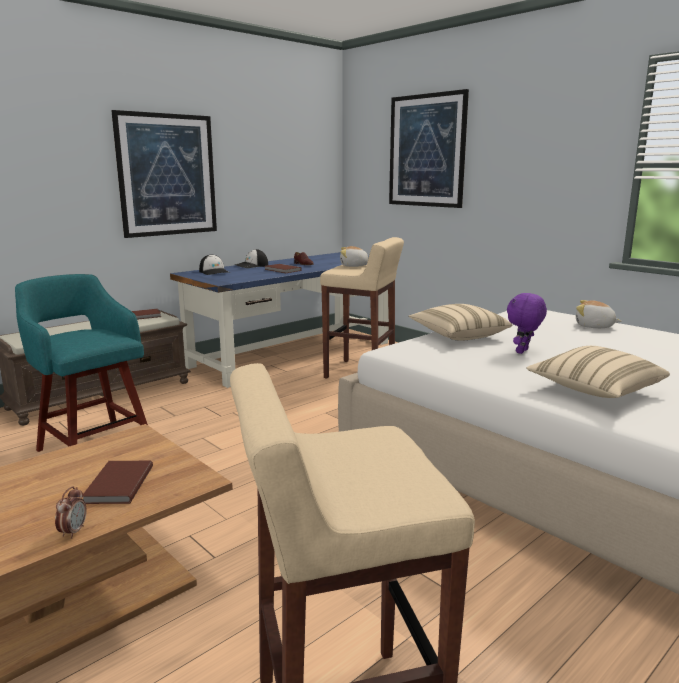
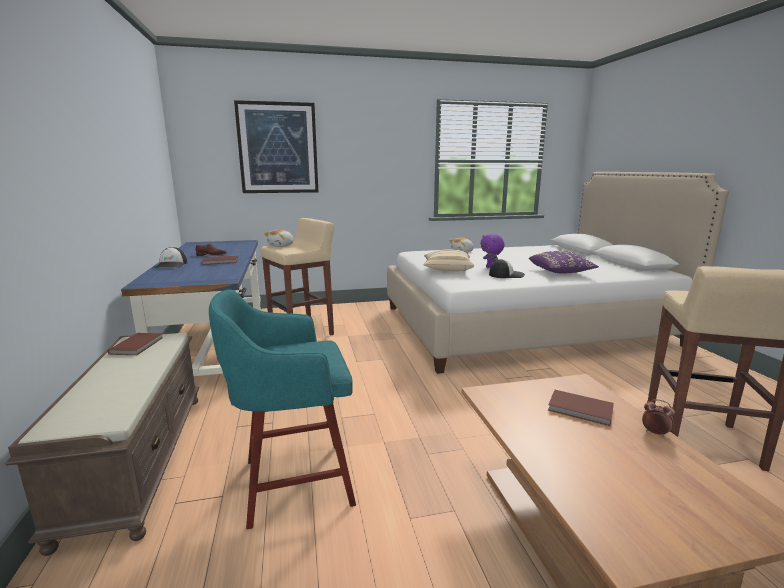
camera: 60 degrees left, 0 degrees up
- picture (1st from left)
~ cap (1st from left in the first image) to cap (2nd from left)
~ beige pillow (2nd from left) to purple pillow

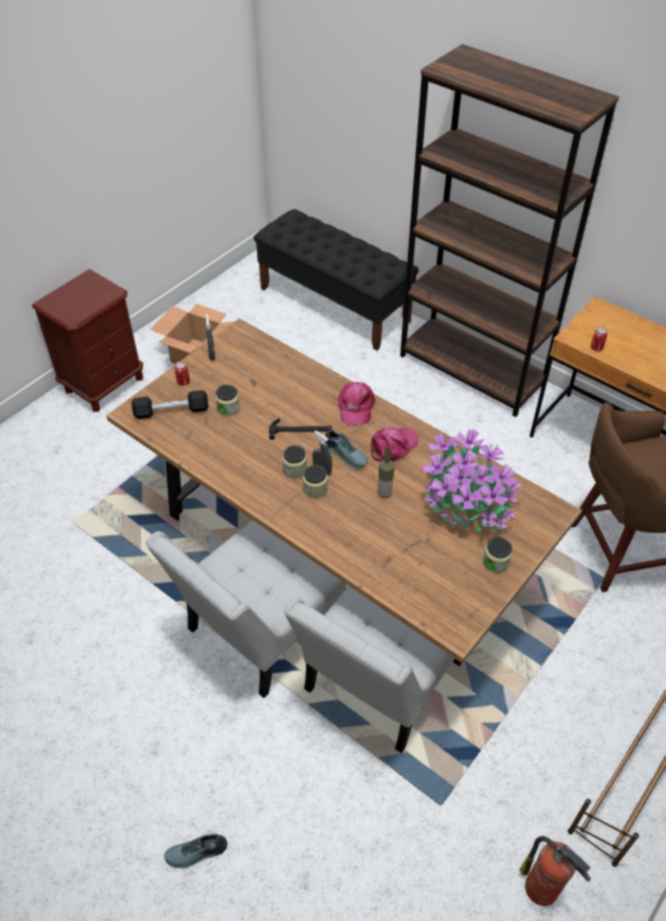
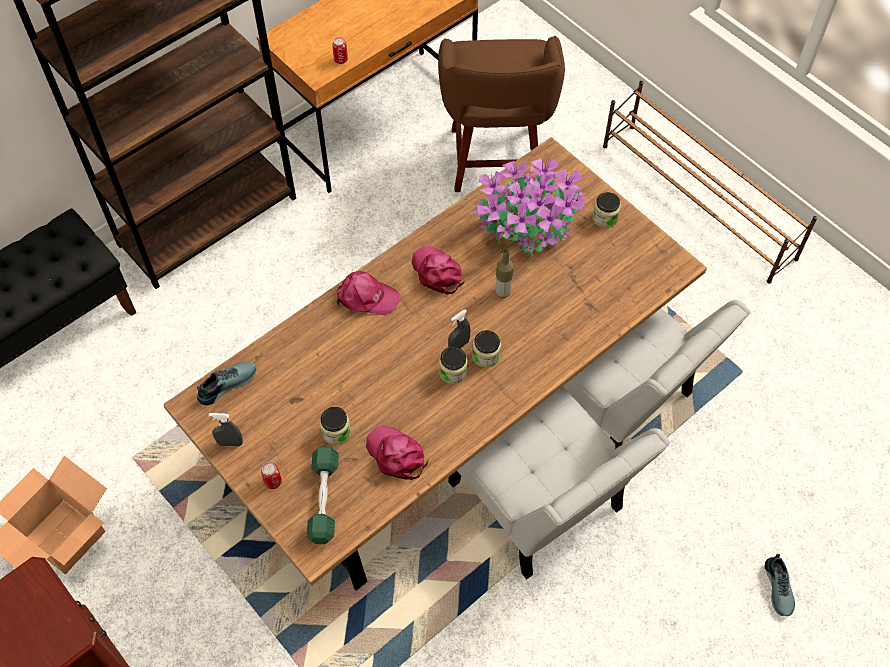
camera: 80 degrees left, 10 degrees up
~ black dumbbell to green dumbbell
- hammer
~ shoe (2nd from left in the first image) to shoe (1st from left)
- fire extinguisher
+ pink cap (2nd from left)

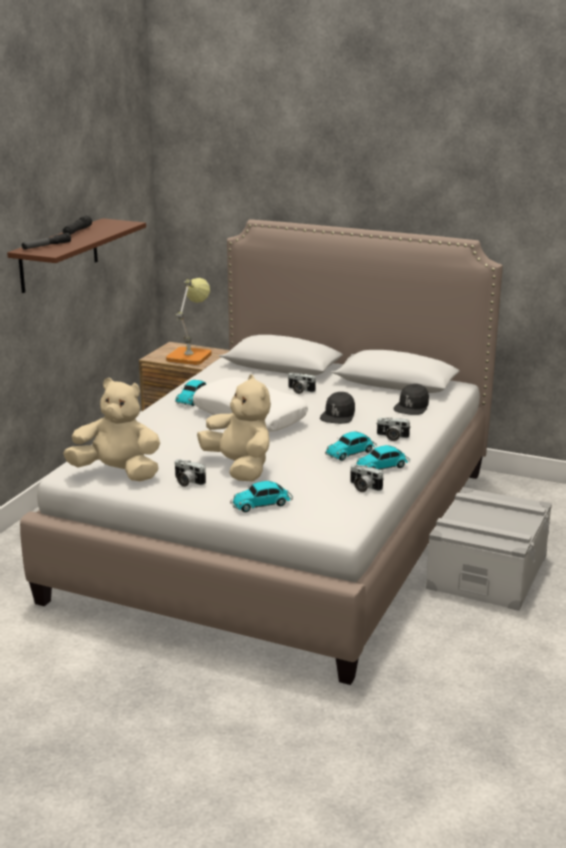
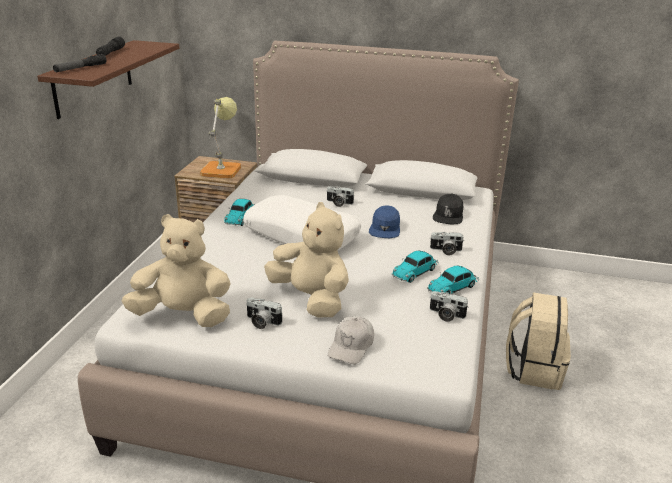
camera: 10 degrees left, 5 degrees up
~ toy car (2nd from left) to white cap
~ black cap (1st from left) to blue cap
~ grey storage box to beige backpack

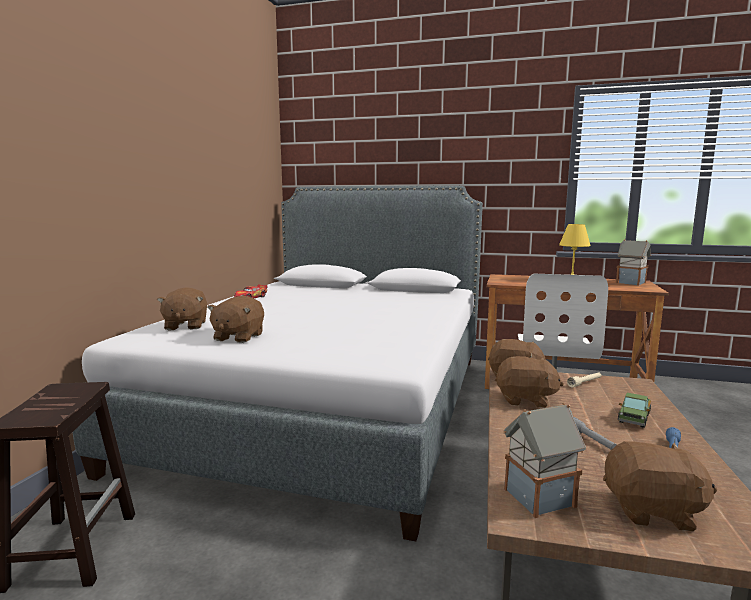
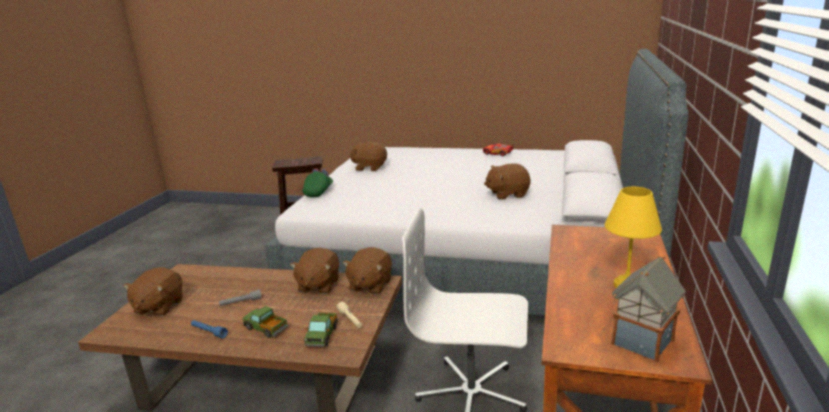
camera: 90 degrees right, 10 degrees up
~ brown plush toy (1st from left in the first image) to brown plush toy (5th from left)
- toy house (1st from left)
+ green cap
+ toy truck (2nd from left)

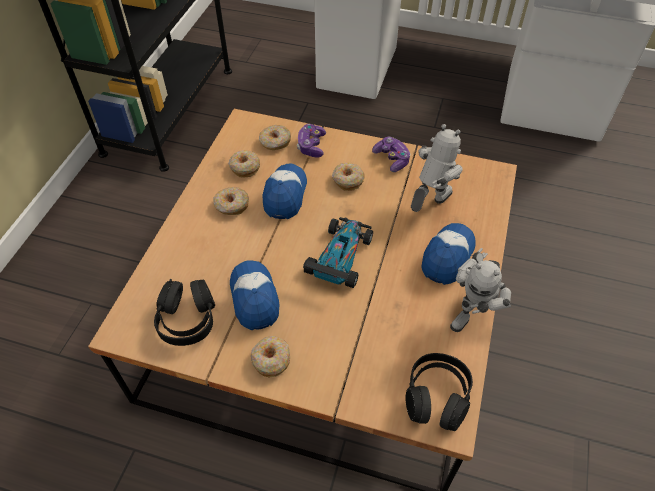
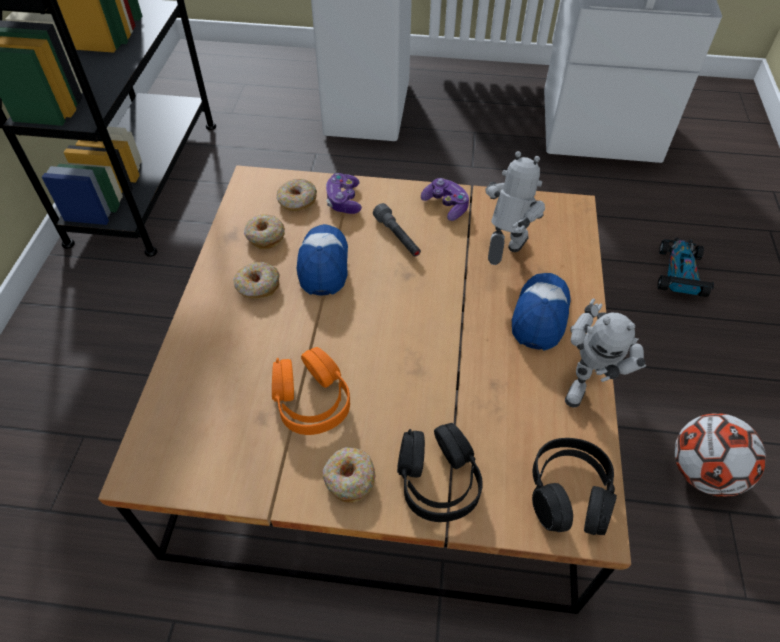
camera: 10 degrees left, 0 degrees up
~ black headphones (1st from left)
~ cap (1st from left) to orange headphones
~ toy car
~ donut (5th from left) to grey flashlight
+ football

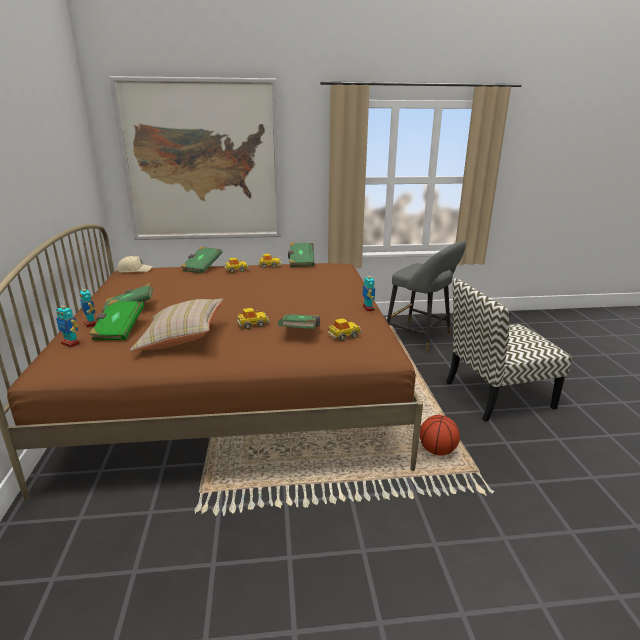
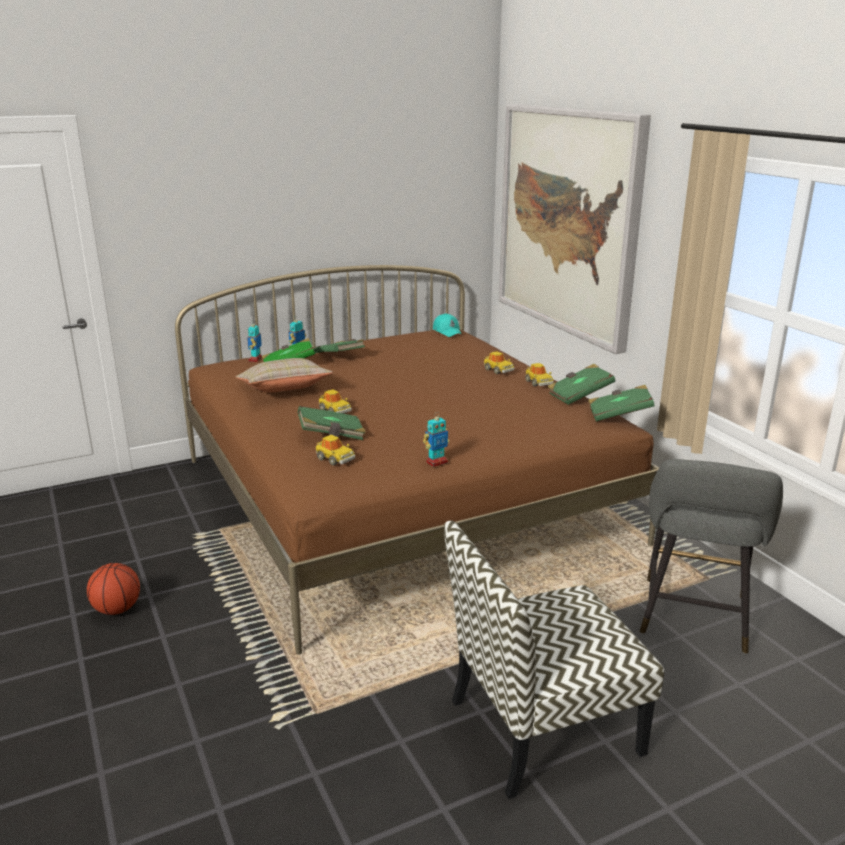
camera: 70 degrees right, 0 degrees up
~ beige cap to turquoise cap
~ green book (3rd from left in the first image) to green book (5th from left)
~ basketball
~ chair 75 degrees counterclockwise

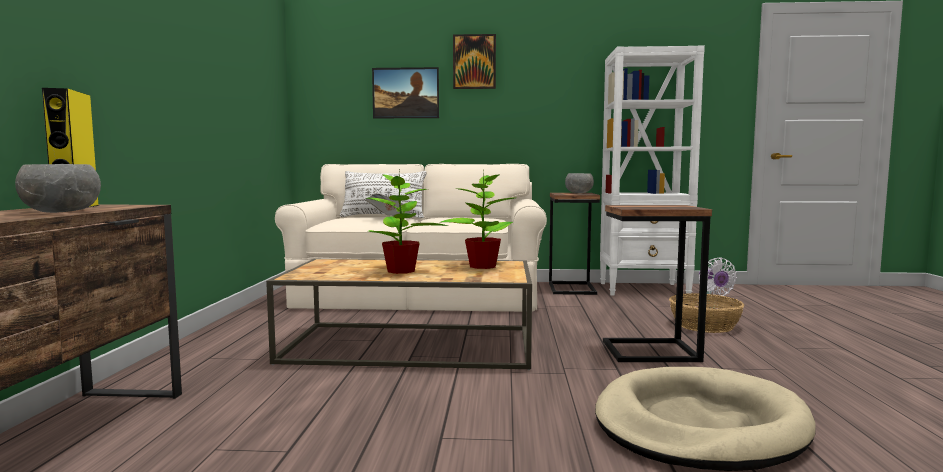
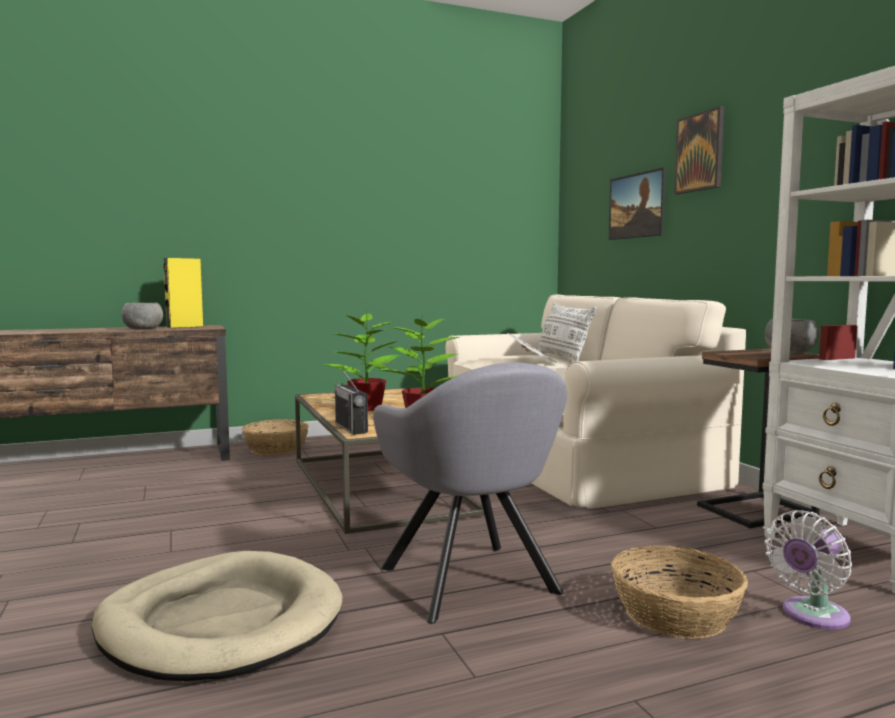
camera: 65 degrees right, 0 degrees up
~ side table (2nd from left) to grey armchair
+ basket (1st from left)
+ radio

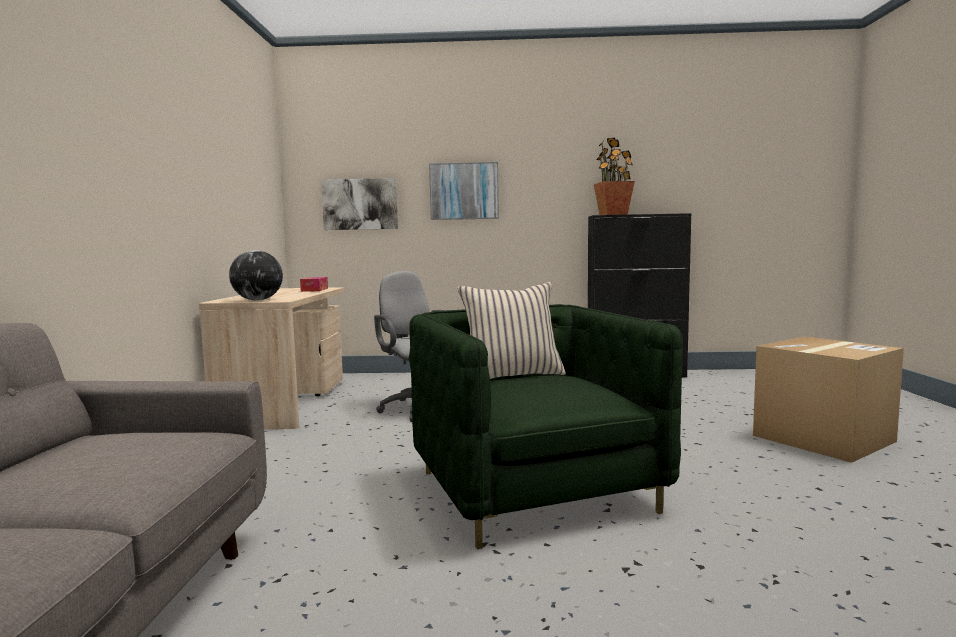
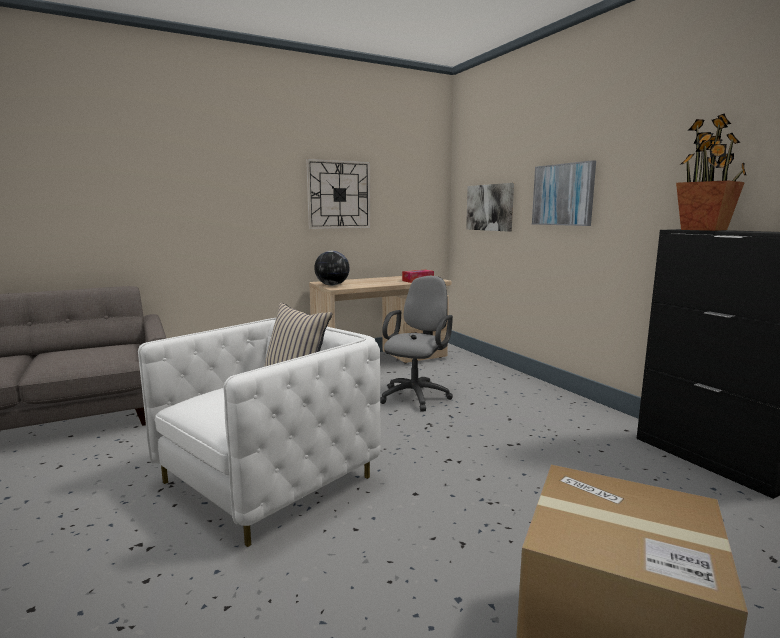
camera: 60 degrees right, 5 degrees up
~ green armchair to white armchair
+ wall clock

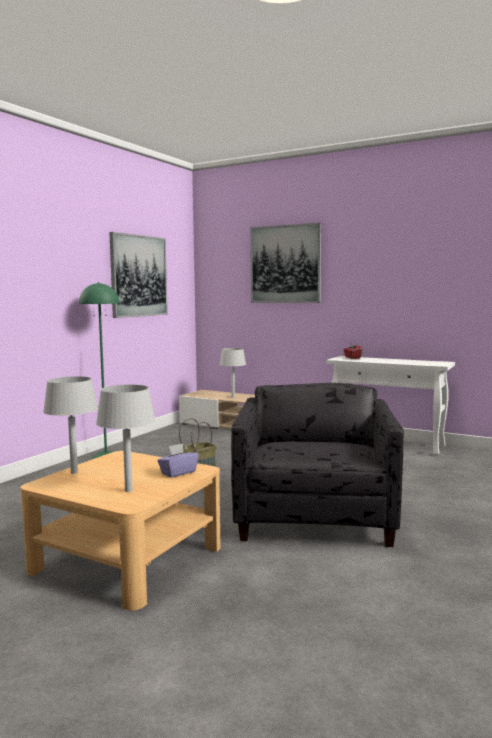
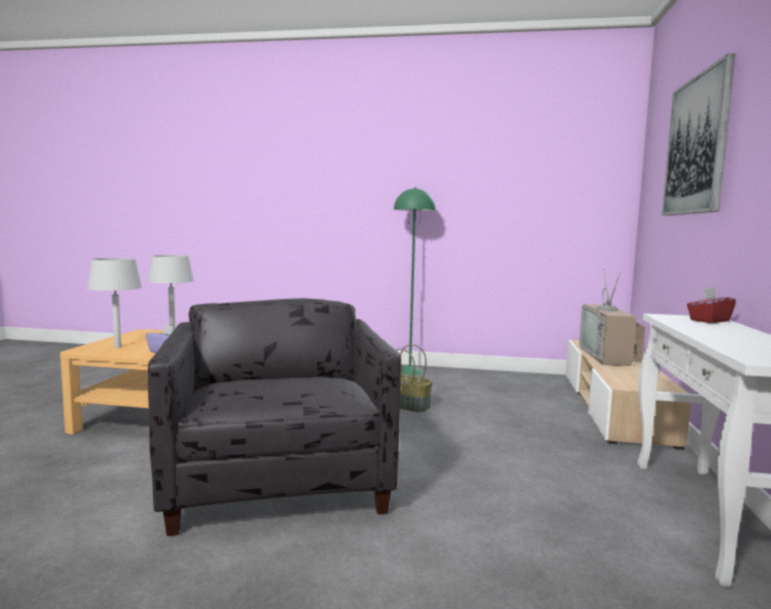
camera: 70 degrees right, 0 degrees up
- picture (1st from left)
~ grey table lamp (3rd from left) to television
~ grey armchair 90 degrees counterclockwise

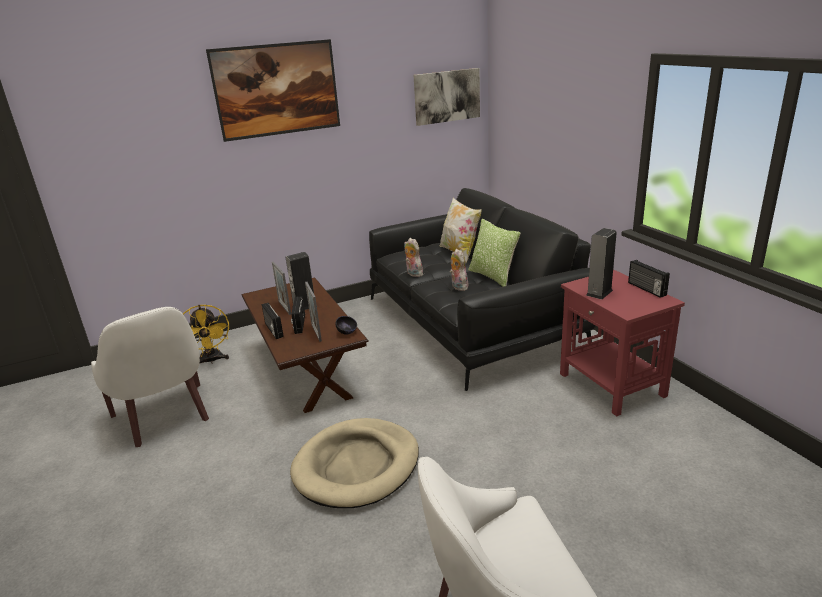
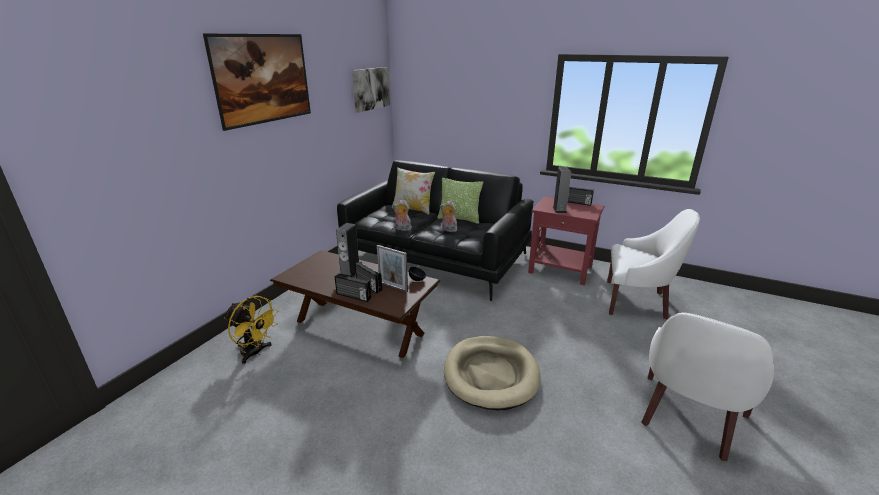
camera: 40 degrees left, 0 degrees up
~ white armchair (1st from left)
- picture frame (1st from left)

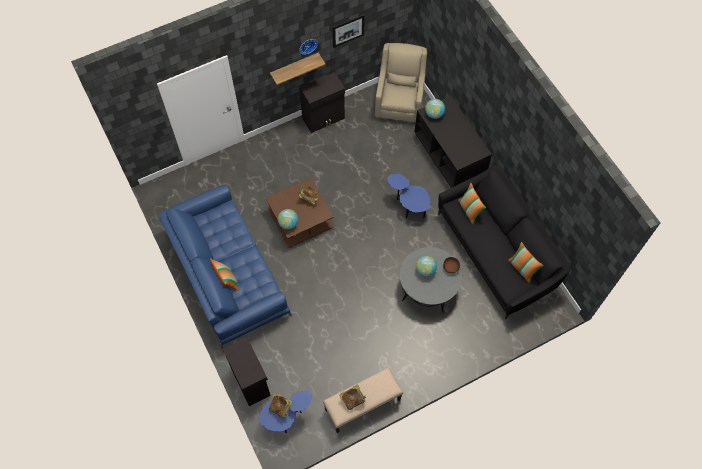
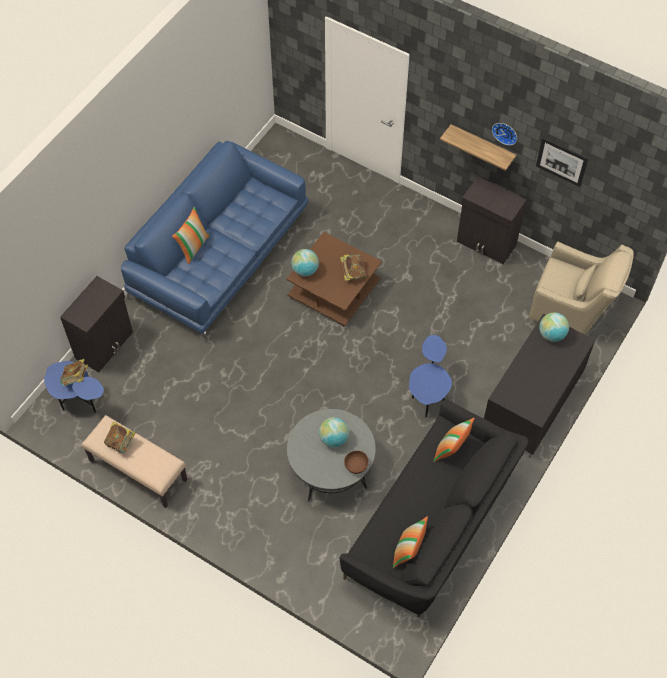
camera: 60 degrees right, 5 degrees down
~ beige armchair 45 degrees clockwise

